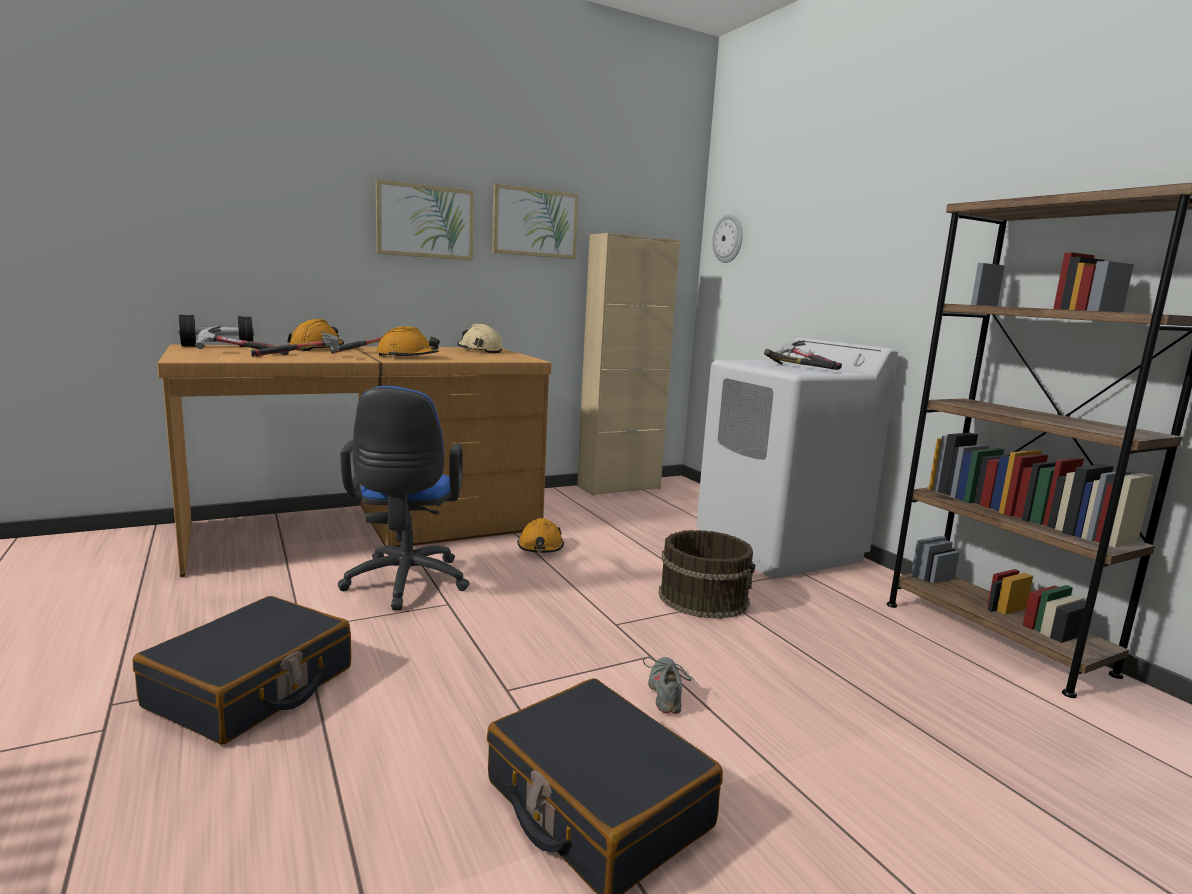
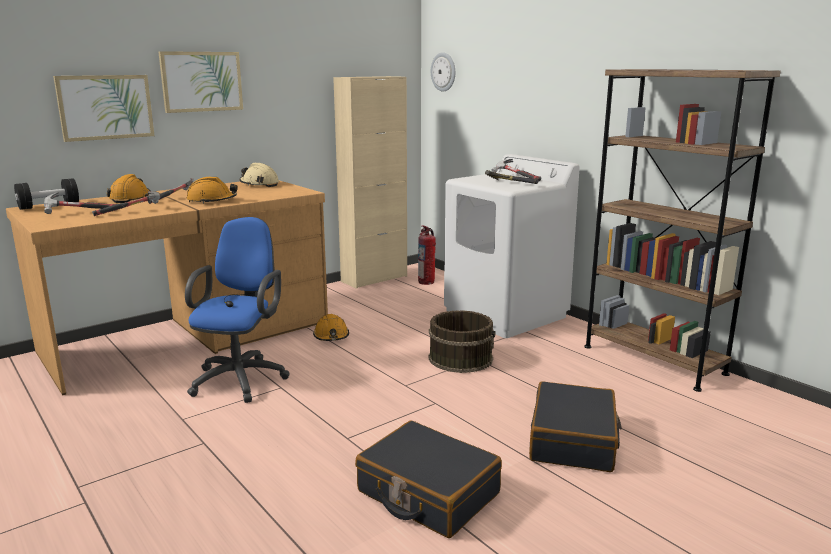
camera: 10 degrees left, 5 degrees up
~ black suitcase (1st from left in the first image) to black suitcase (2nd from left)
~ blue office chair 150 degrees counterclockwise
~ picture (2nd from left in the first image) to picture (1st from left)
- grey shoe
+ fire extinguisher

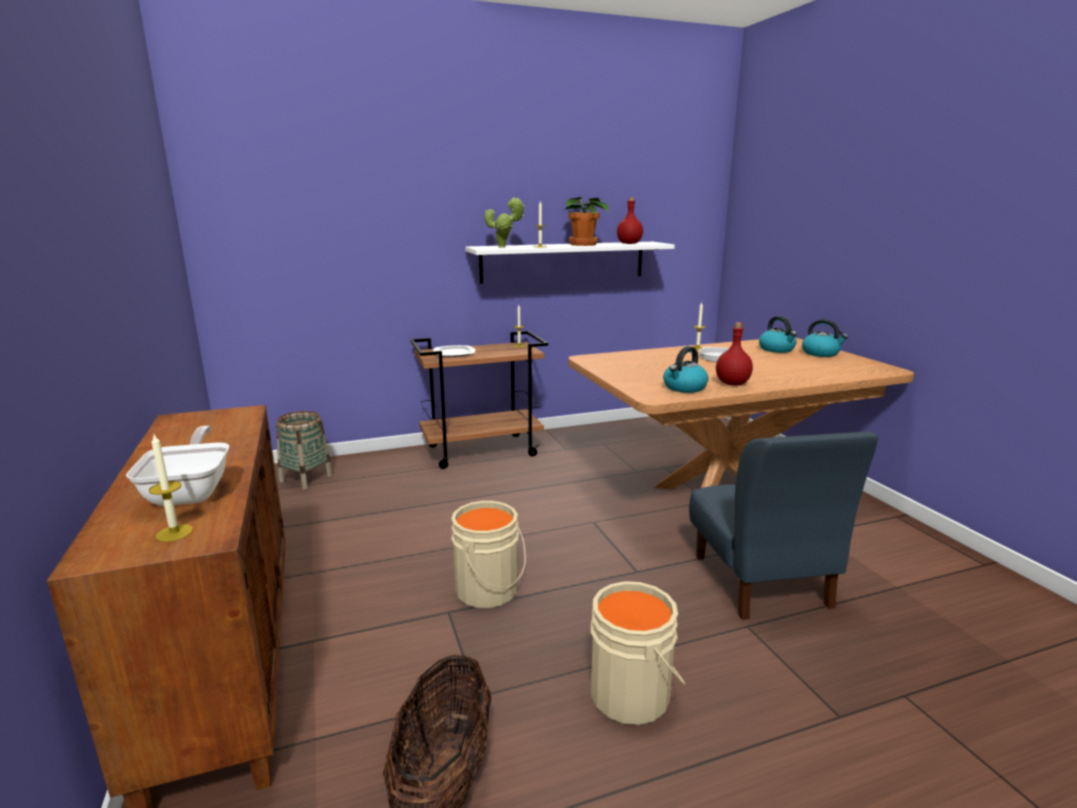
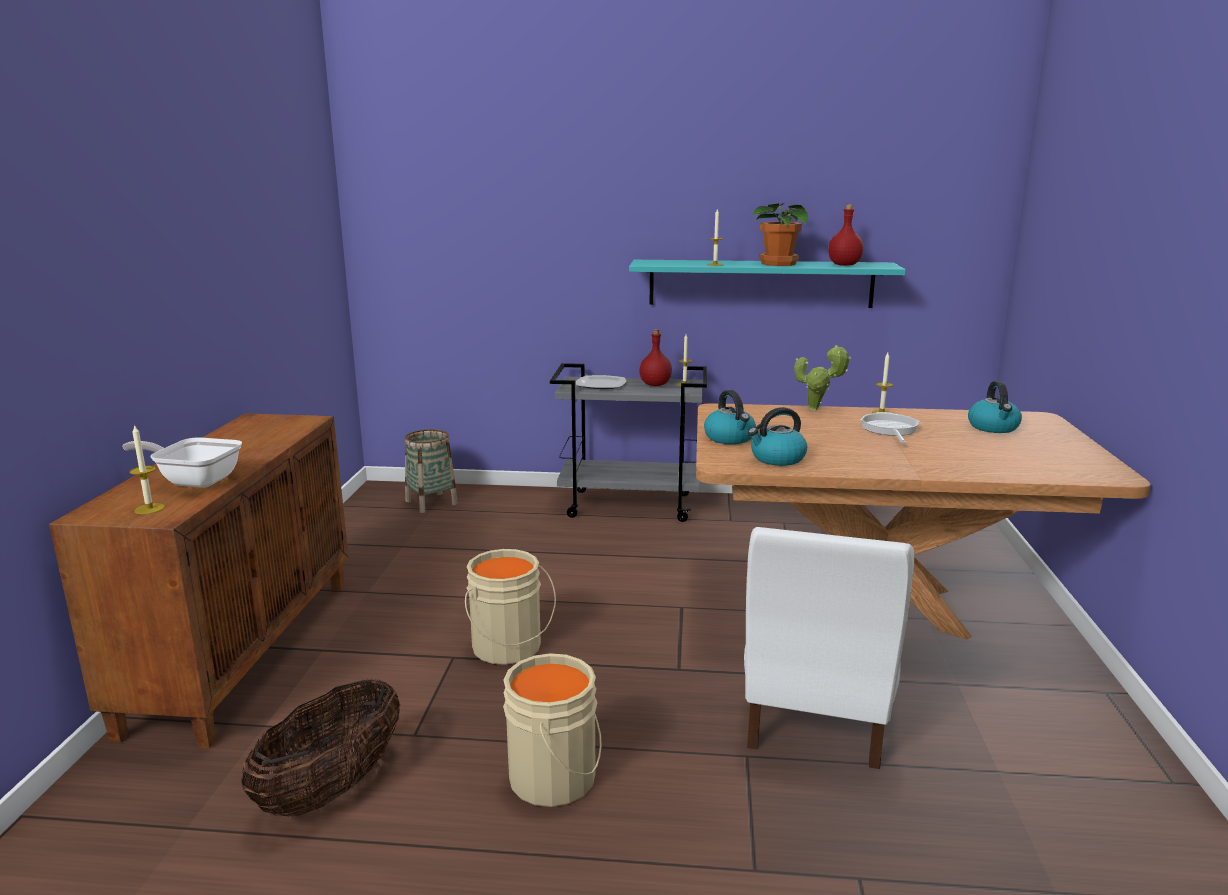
camera: 25 degrees right, 0 degrees up
~ frying pan (1st from left) 90 degrees counterclockwise
~ brown cart to grey cart
~ white shelf to turquoise shelf
~ potted plant (1st from left in the first image) to potted plant (2nd from left)
~ blue chair to white chair
~ red bottle (2nd from left in the first image) to red bottle (1st from left)
~ kettle (3rd from left in the first image) to kettle (1st from left)

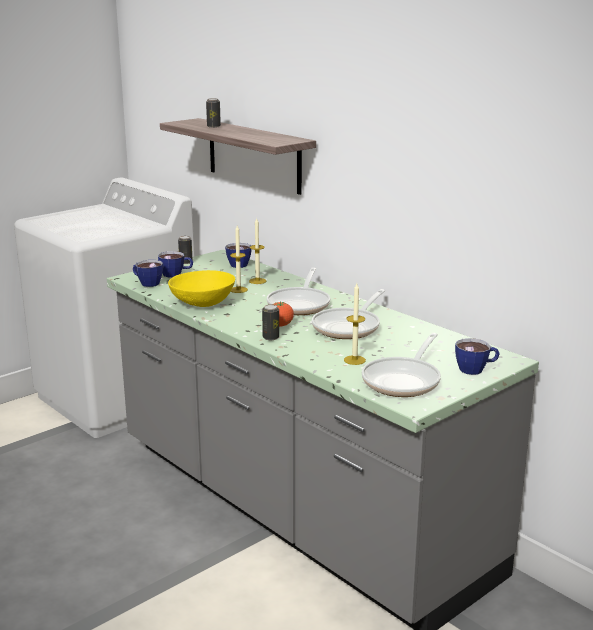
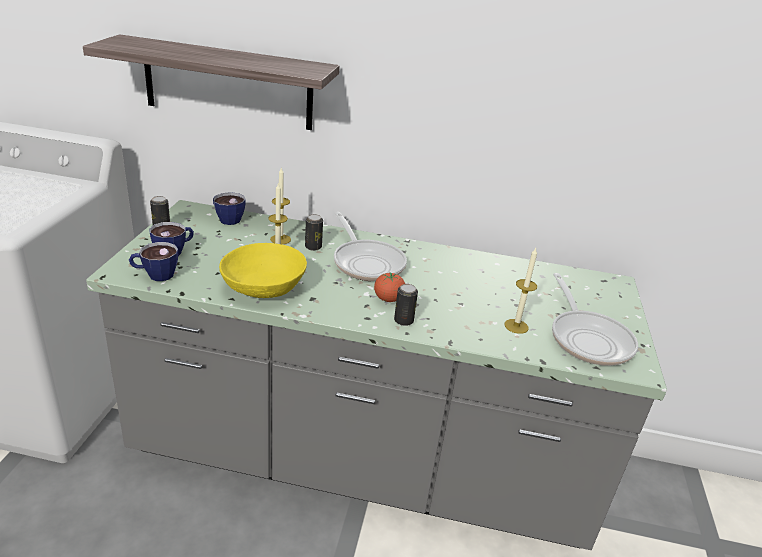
camera: 40 degrees left, 10 degrees up
~ can (2nd from left)
- frying pan (2nd from left)
- cup (4th from left)

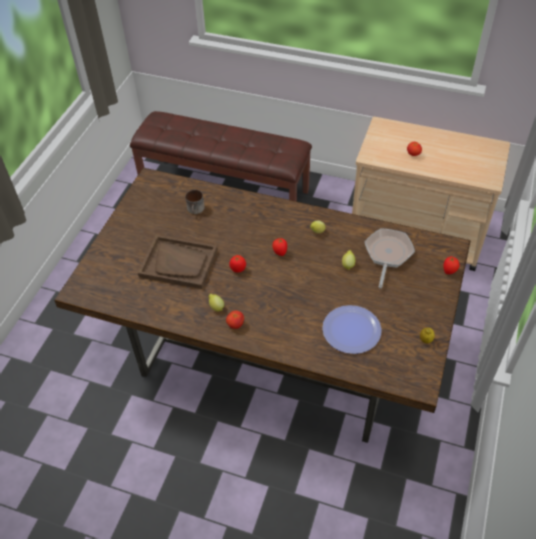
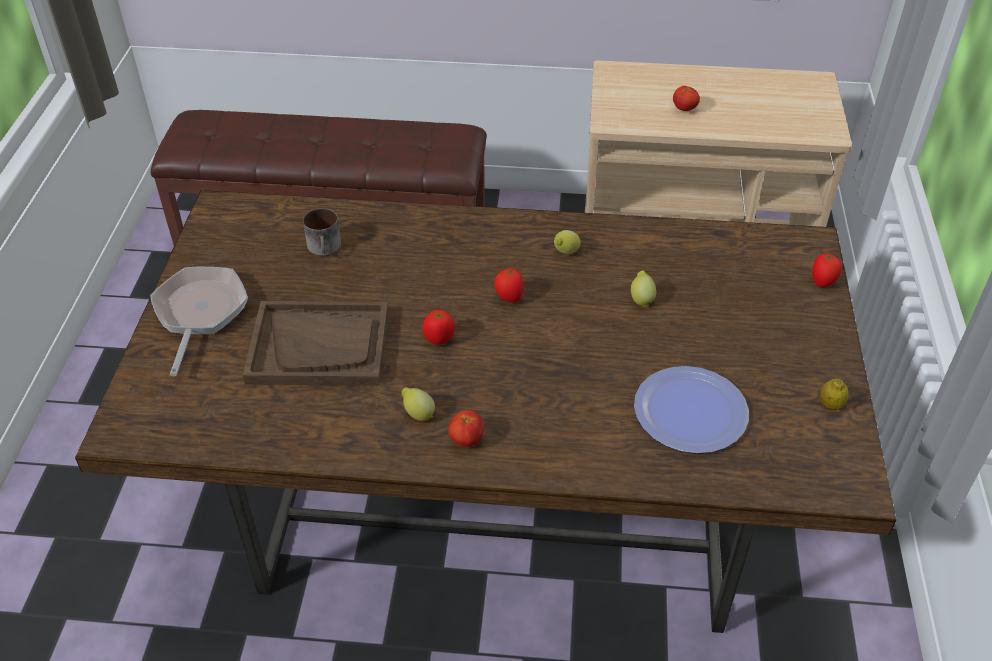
camera: 15 degrees left, 5 degrees down
~ frying pan

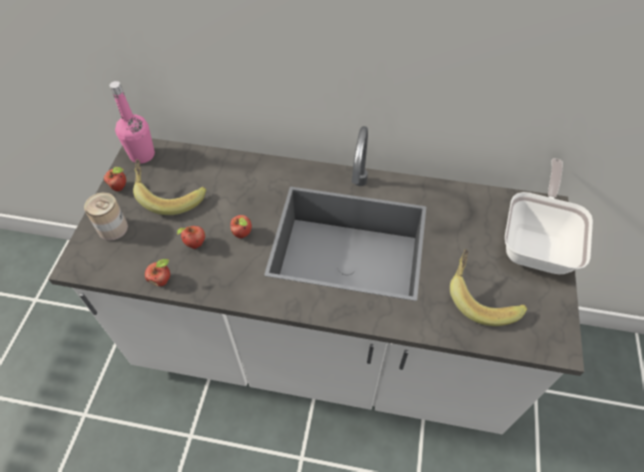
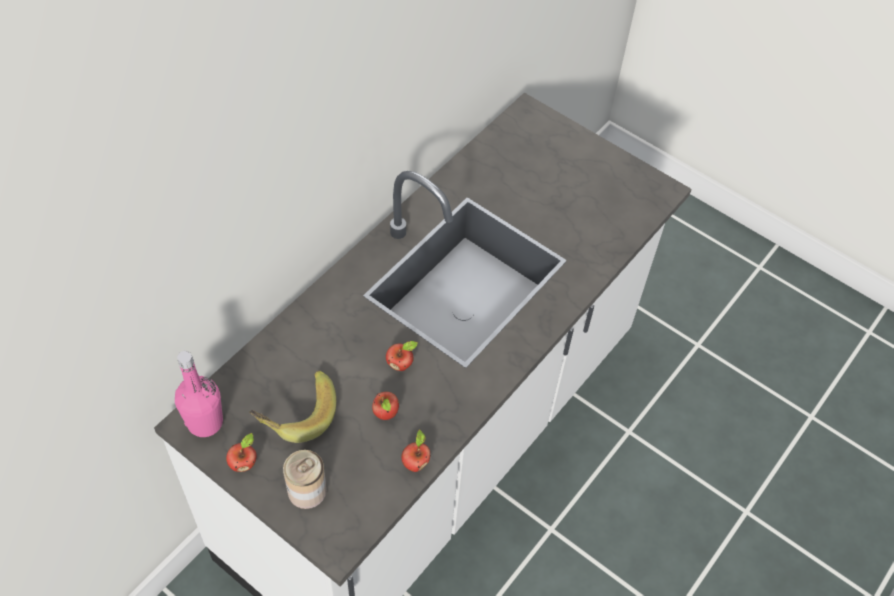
camera: 65 degrees left, 0 degrees up
- banana (2nd from left)
- frying pan

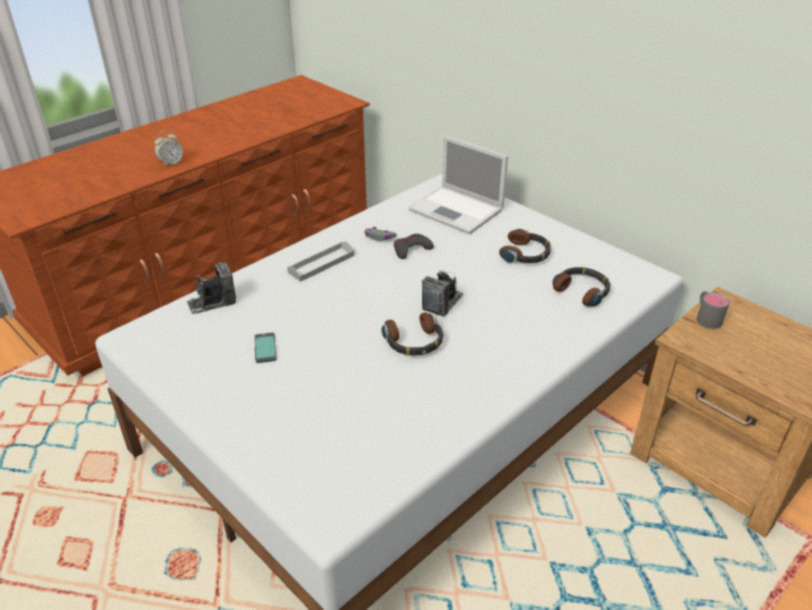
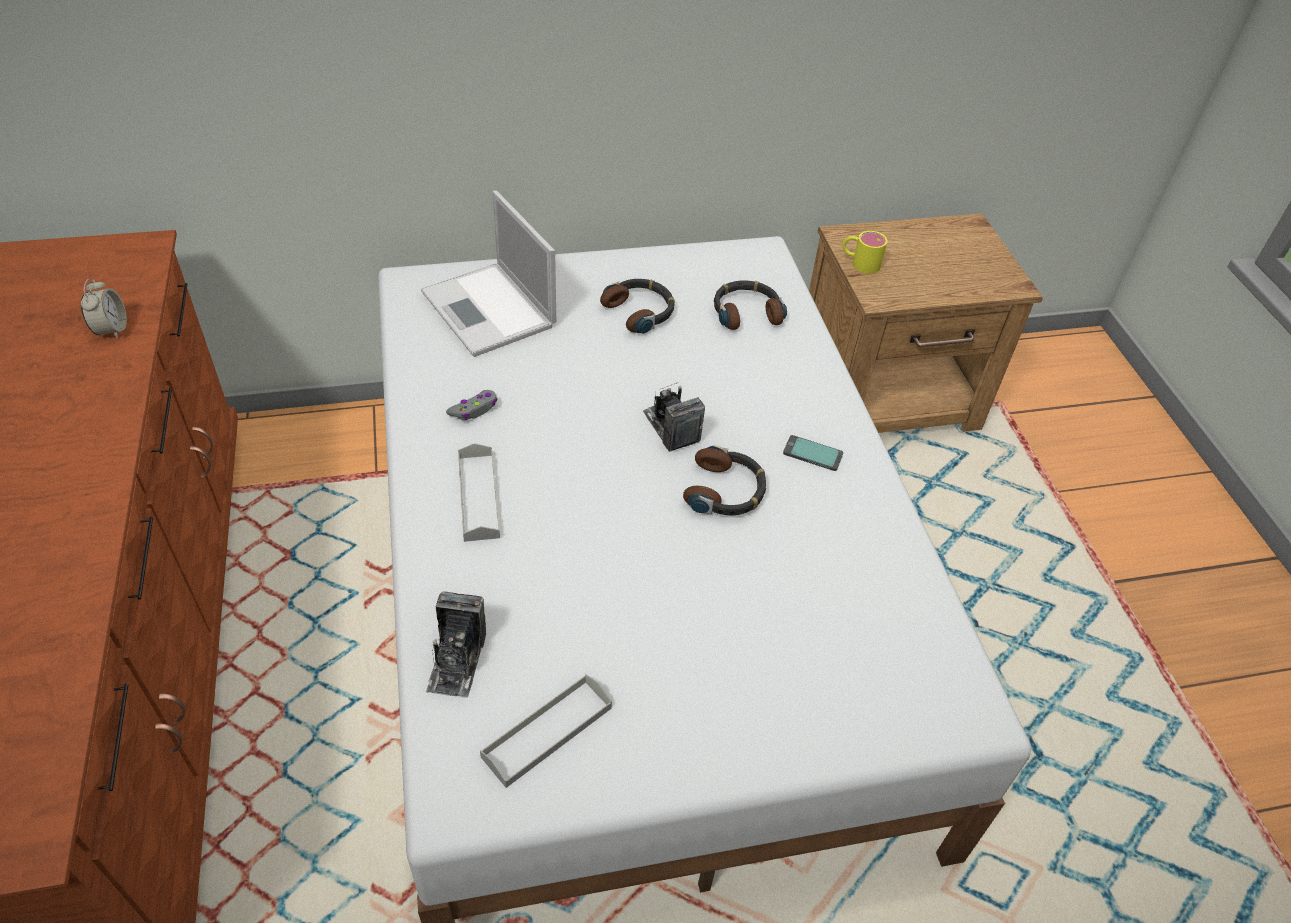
camera: 60 degrees left, 10 degrees up
~ alarm clock
~ phone
- grey game controller (2nd from left)
~ laptop 75 degrees clockwise
~ grey mug to yellow mug
+ grey tray (2nd from left)

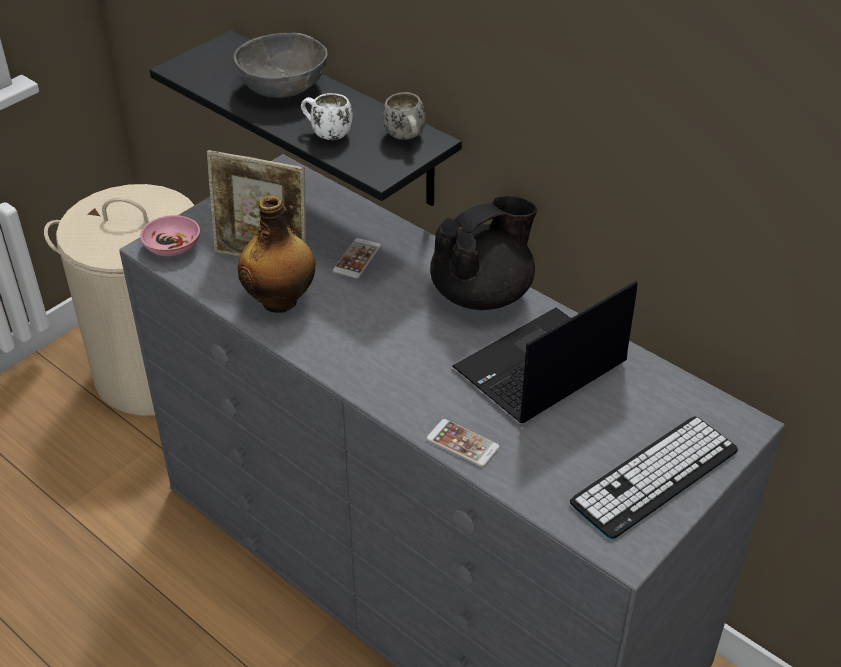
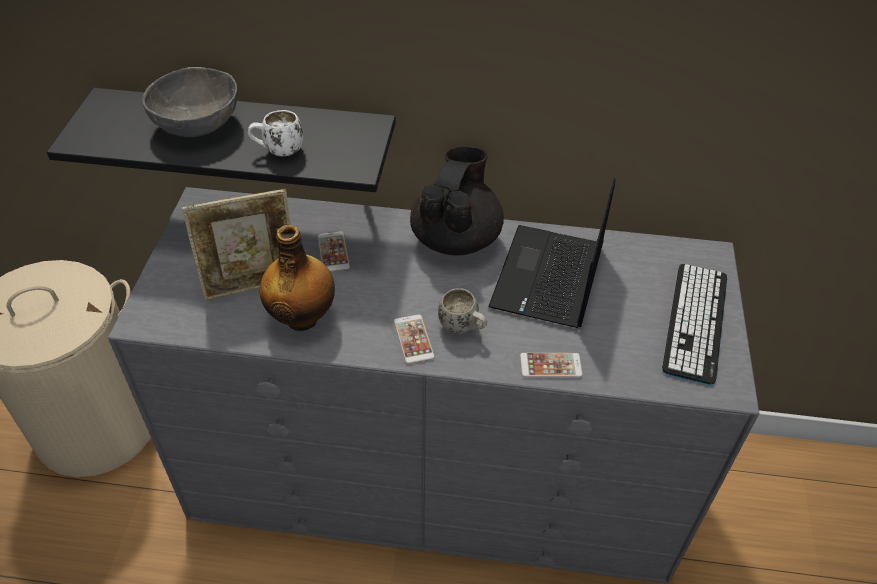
camera: 35 degrees left, 5 degrees up
- pink bowl
~ white mug (2nd from left)
+ phone (2nd from left)

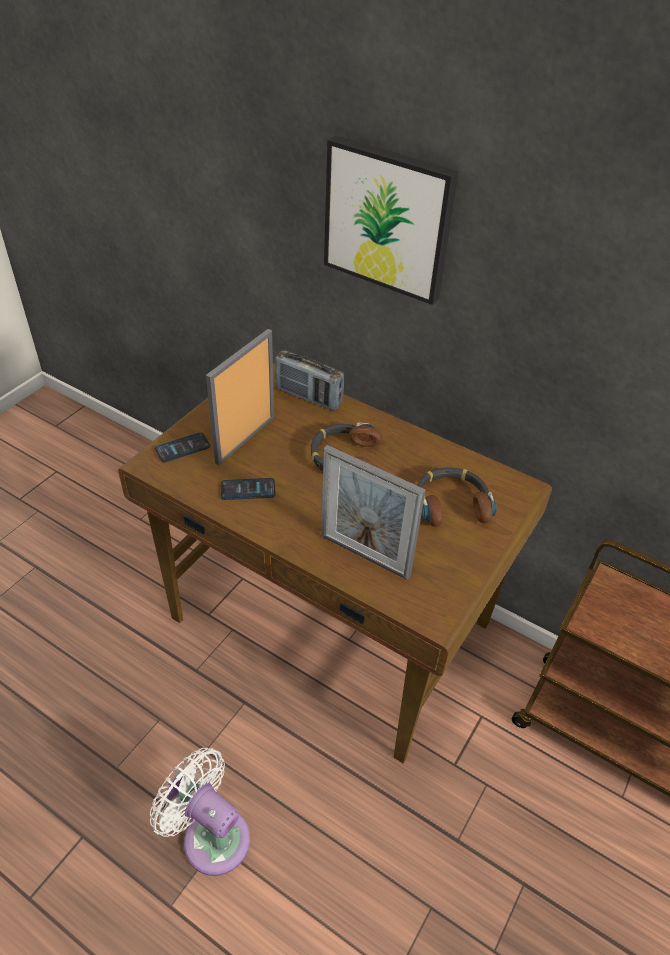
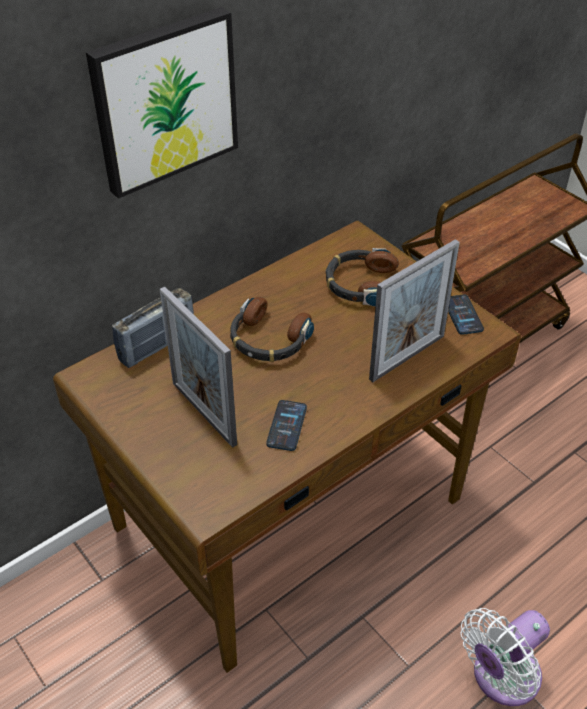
camera: 70 degrees left, 0 degrees up
~ phone (1st from left in the first image) to phone (2nd from left)

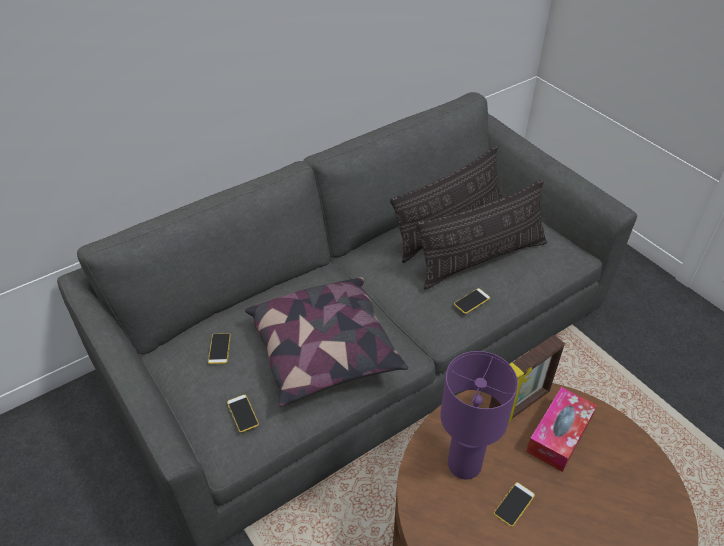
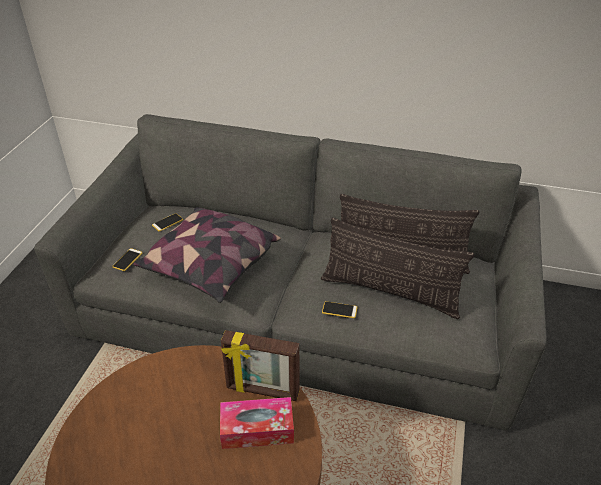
camera: 50 degrees right, 5 degrees down
- purple table lamp
- phone (4th from left)

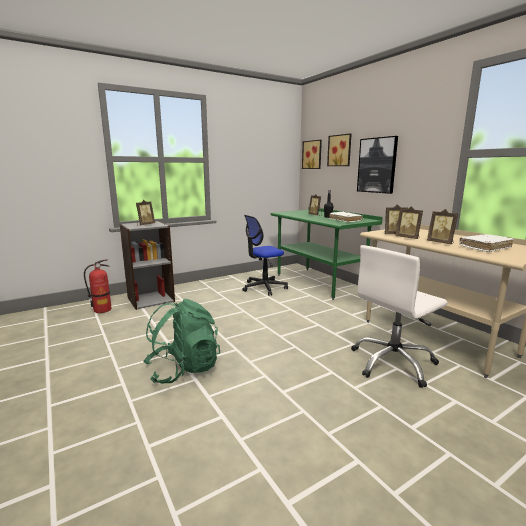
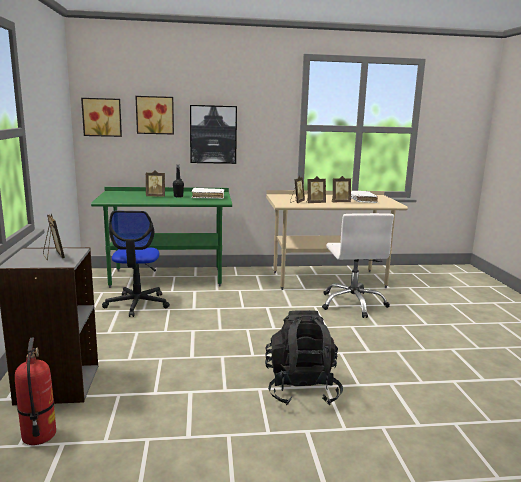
camera: 65 degrees left, 0 degrees up
~ green backpack to black backpack

